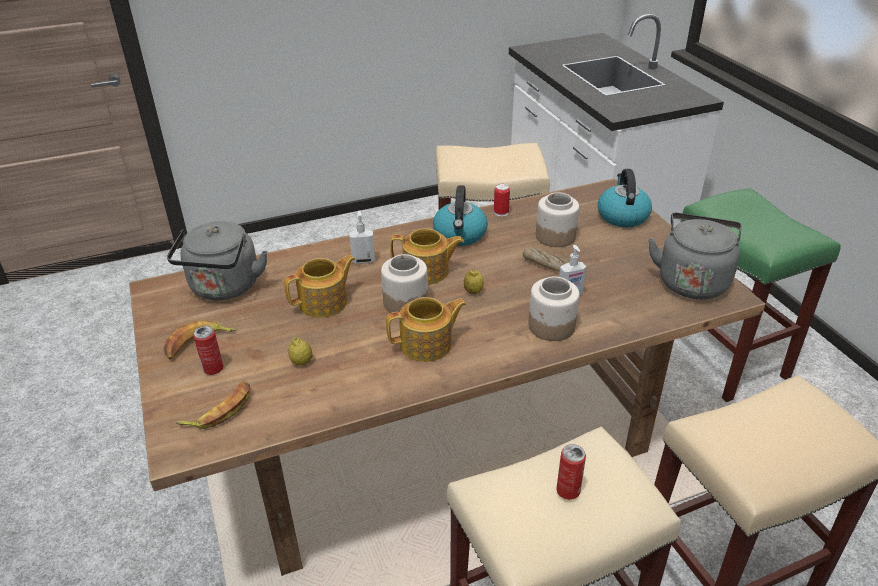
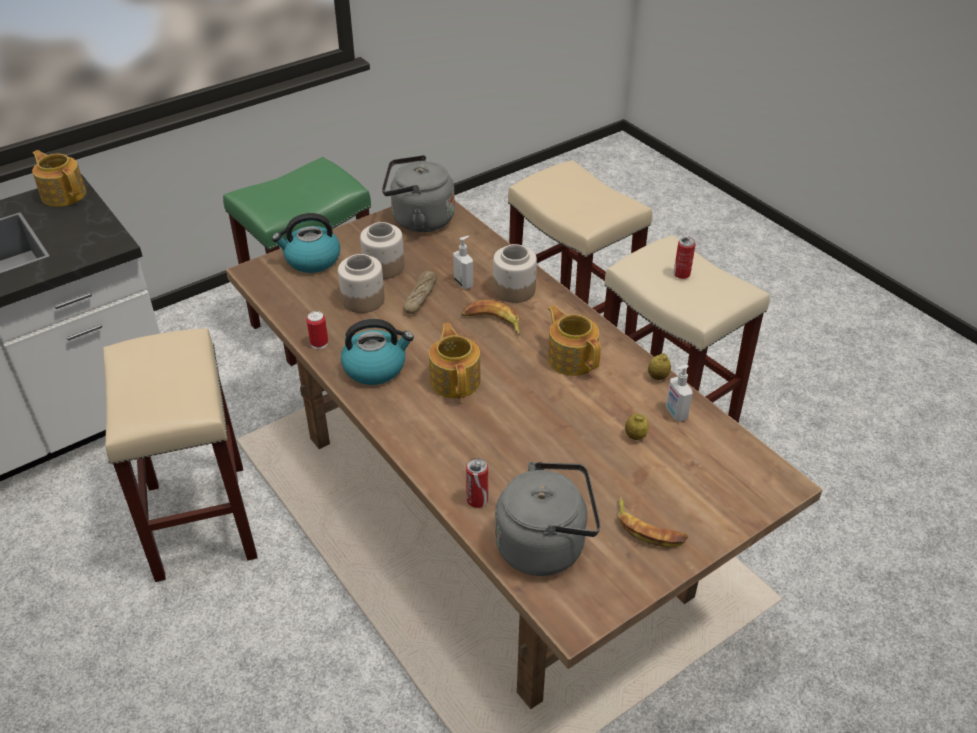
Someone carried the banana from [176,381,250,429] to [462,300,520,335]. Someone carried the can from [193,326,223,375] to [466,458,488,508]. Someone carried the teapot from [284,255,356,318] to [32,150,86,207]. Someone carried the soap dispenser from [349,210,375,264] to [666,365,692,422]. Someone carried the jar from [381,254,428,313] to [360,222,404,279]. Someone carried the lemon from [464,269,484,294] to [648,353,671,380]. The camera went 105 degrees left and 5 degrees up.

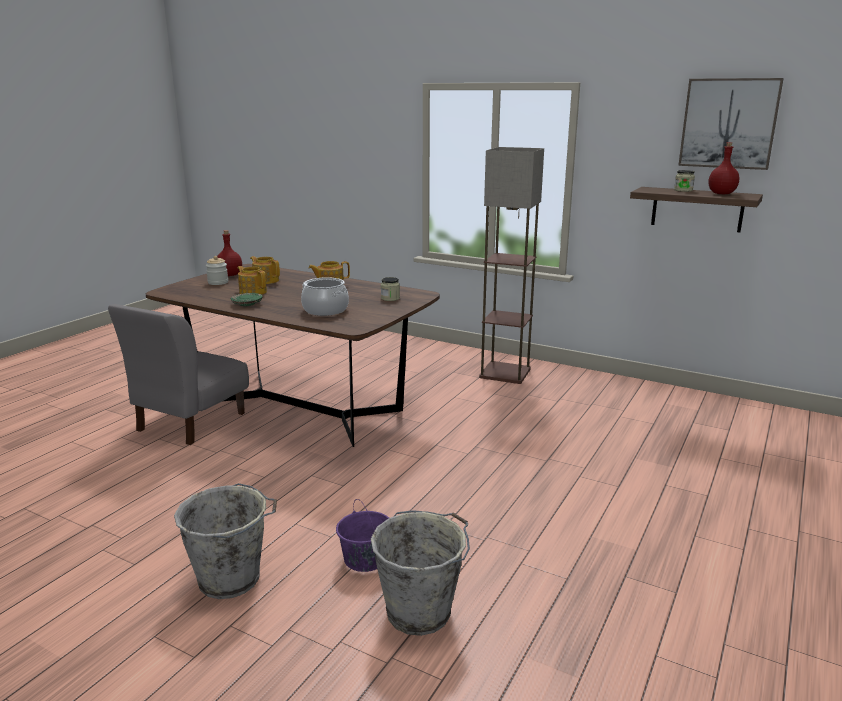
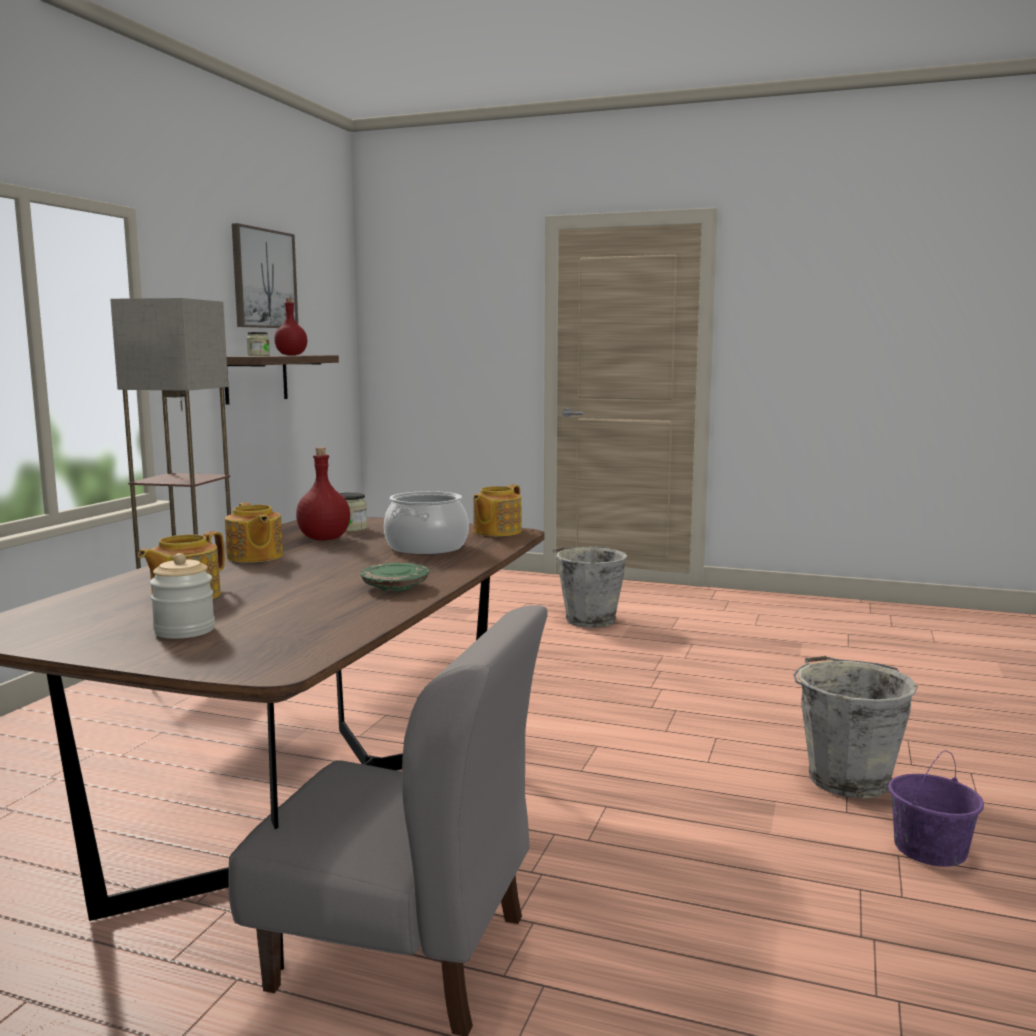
Someone carried the bottle in red from [217,230,242,276] to [296,447,350,541]. Someone carried the teapot from [238,266,267,295] to [473,484,522,536]. Someone carried the bucket in purple from [336,499,389,572] to [888,751,984,867]. Someone carried the bucket in grey from [371,510,470,636] to [553,547,628,628]. The camera went 100 degrees left and 10 degrees down.

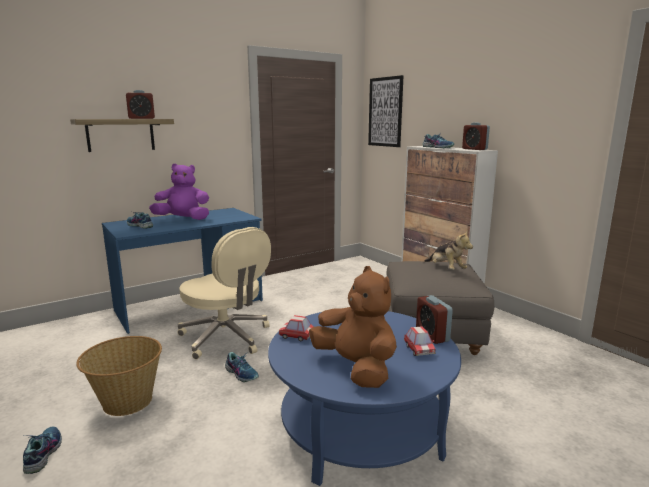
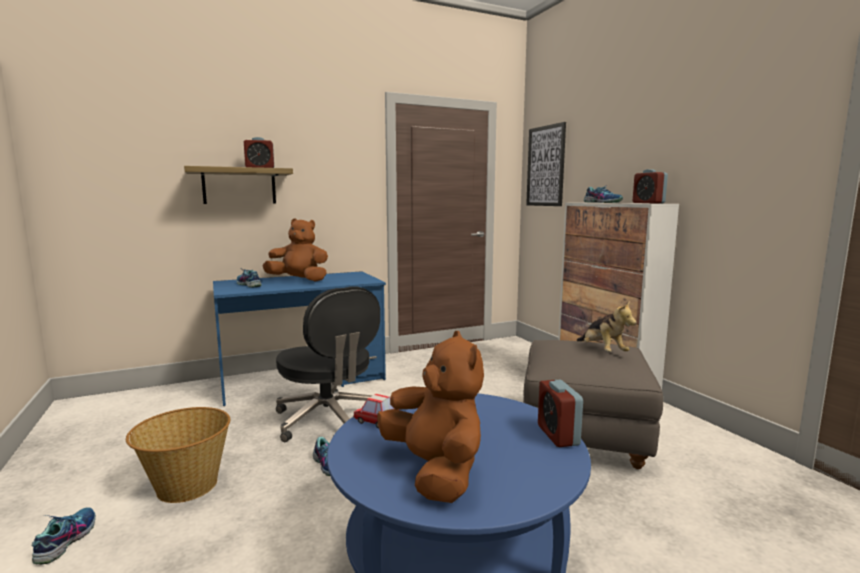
Someone took away the toy car at [404,326,436,356]. Someone repainted the plush toy in purple at [149,163,209,220], which became the plush toy in brown at [263,218,328,282]. Someone repainted the office chair in beige at [178,227,271,359], which became the office chair in black at [276,286,380,442]. The camera went 10 degrees right and 5 degrees down.

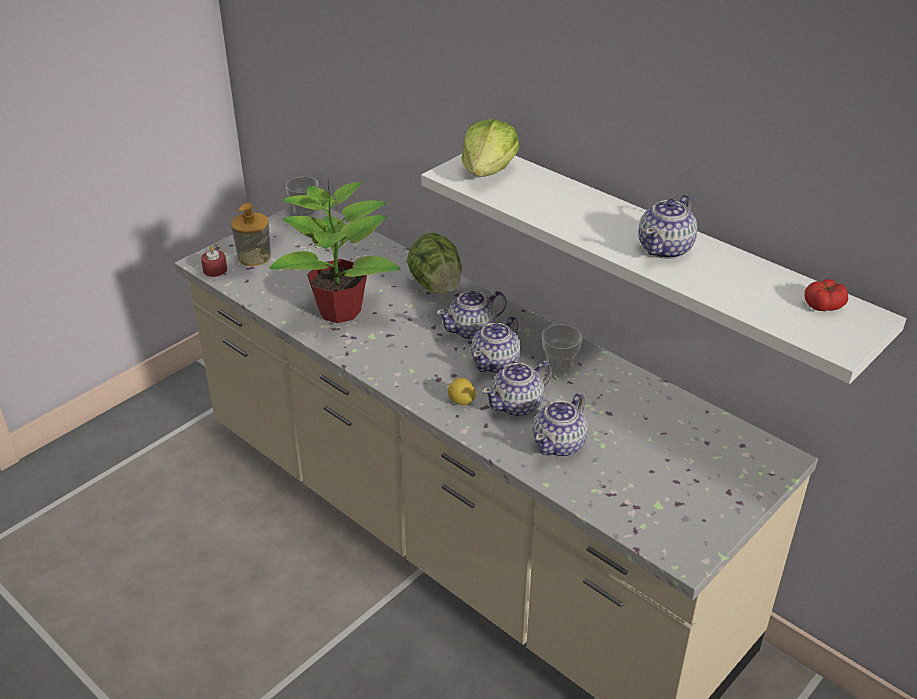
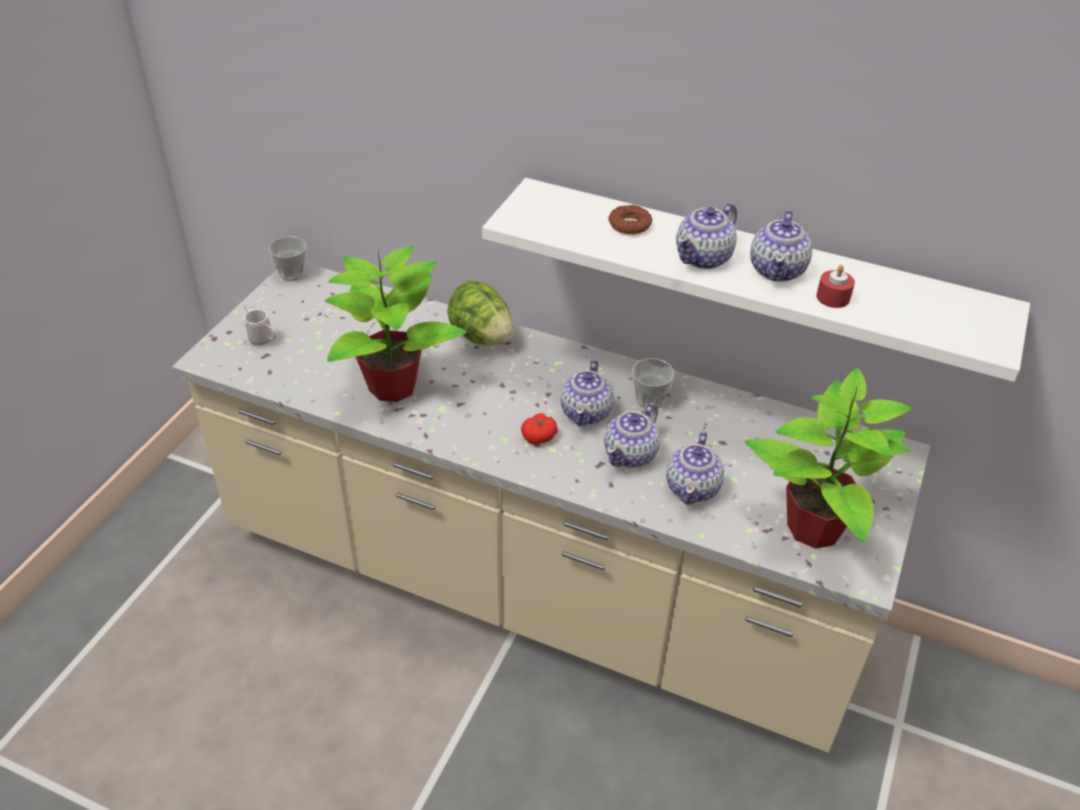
Someone took away the lemon at [448,378,476,405]. Someone took away the lettuce at [461,119,520,177]. Someone put down the donut at [608,205,652,235]. Someone put down the potted plant at [745,368,912,549]. Someone carried the candle in red from [201,246,227,277] to [816,265,855,308]. Someone carried the teapot from [436,291,506,340] to [676,203,737,269]. Someone carried the tomato from [804,279,848,311] to [521,413,558,445]. Someone swapped the soap dispenser at [231,203,271,266] for the mug in white at [243,305,276,346]. The camera went 20 degrees left and 5 degrees up.

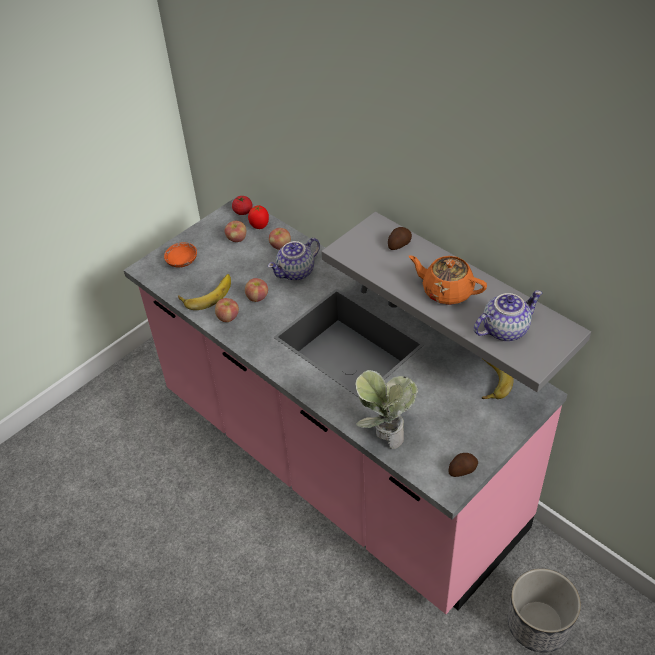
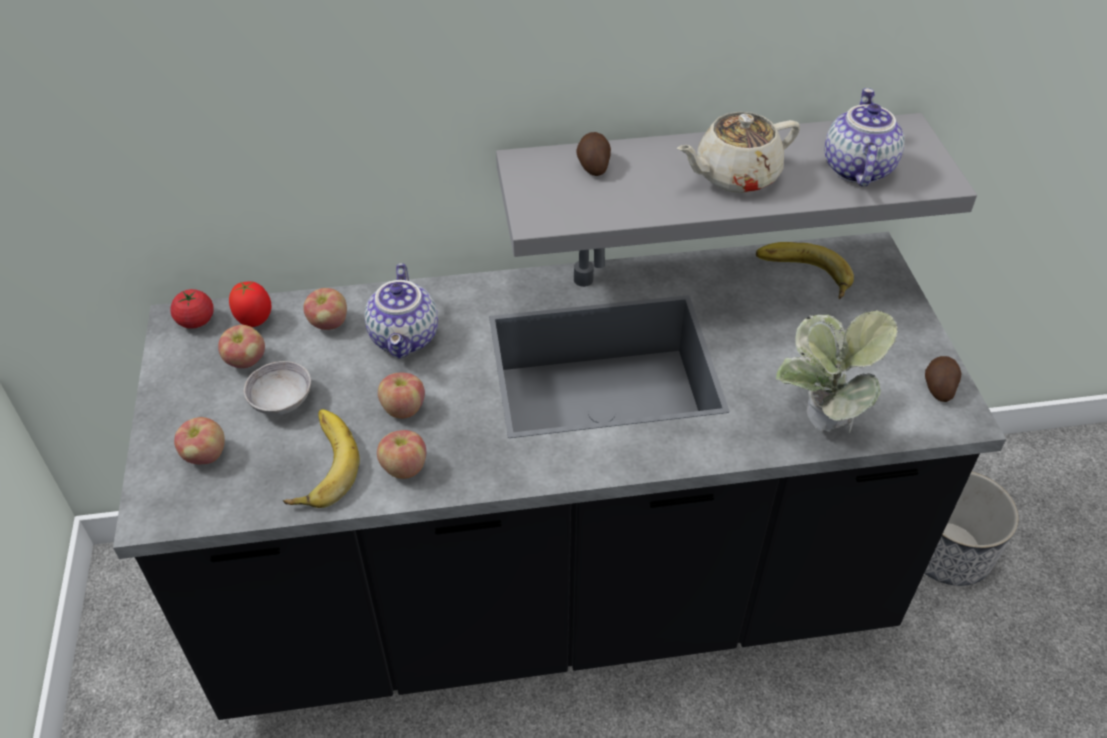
Someone put down the bowl in grey at [243,361,311,415]. Someone swapped the bowl in orange at [164,243,197,268] for the apple at [174,417,225,464]. Someone repainted the counter in pink at [124,195,568,614], which became the counter in black at [113,232,1006,720]. Someone repainted the teapot in orange at [409,255,487,305], which became the teapot in beige at [677,112,800,193]. The camera went 55 degrees left and 0 degrees up.

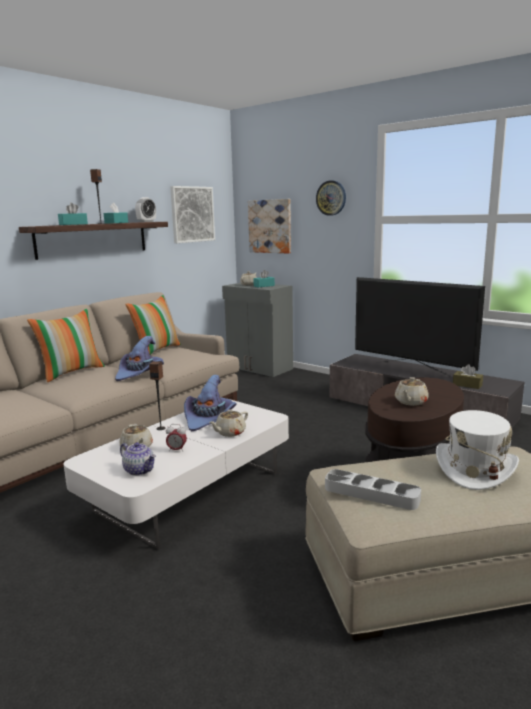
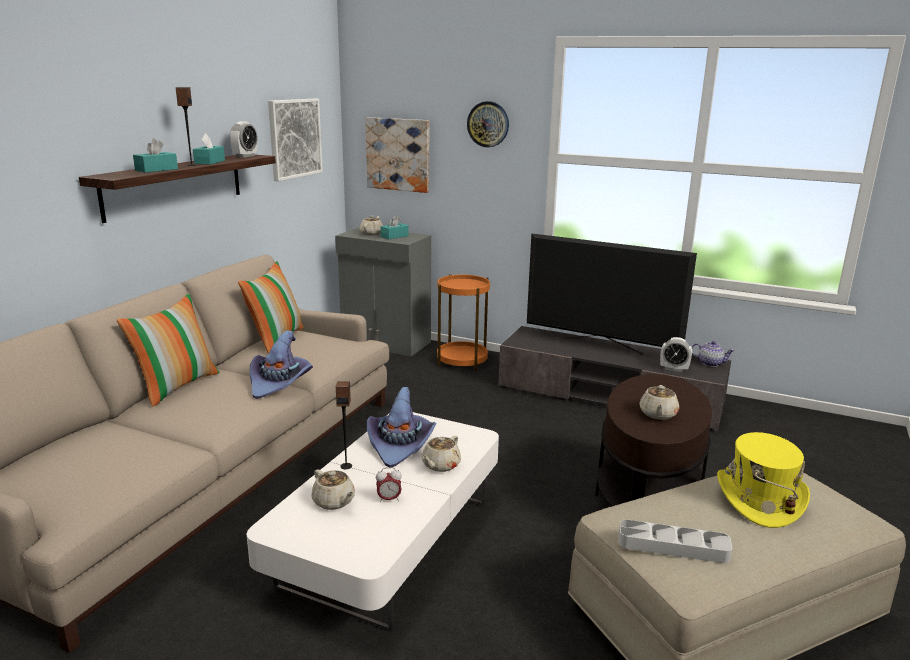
Someone put down the side table in orange at [437,274,490,371]. Someone carried the teapot from [120,442,156,476] to [692,341,735,367]. Someone swapped the tissue box in brown at [453,364,483,389] for the alarm clock at [660,337,692,372]. Someone repainted the hat in white at [436,410,519,490], which became the hat in yellow at [717,432,810,528]. The camera went 15 degrees left and 5 degrees up.

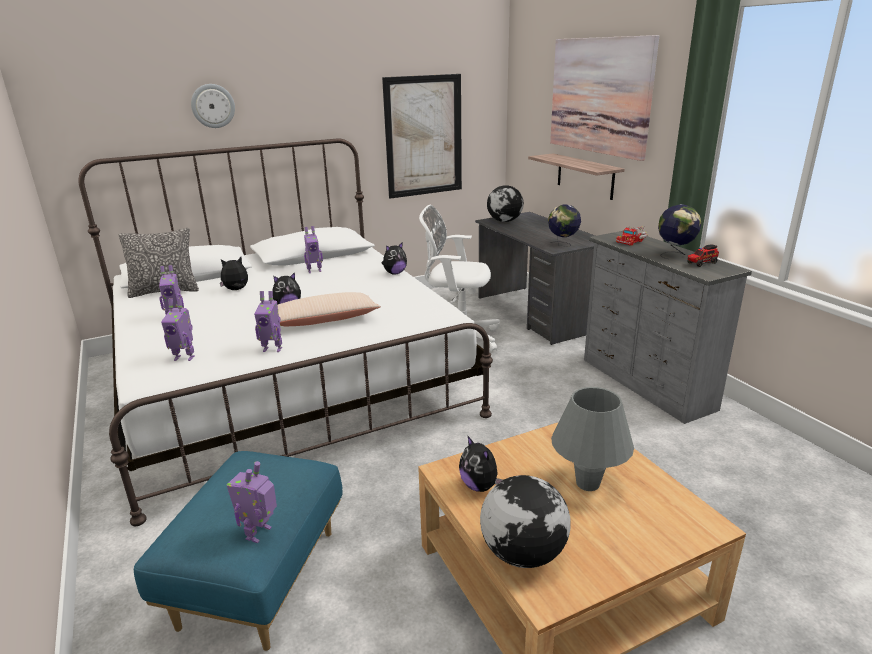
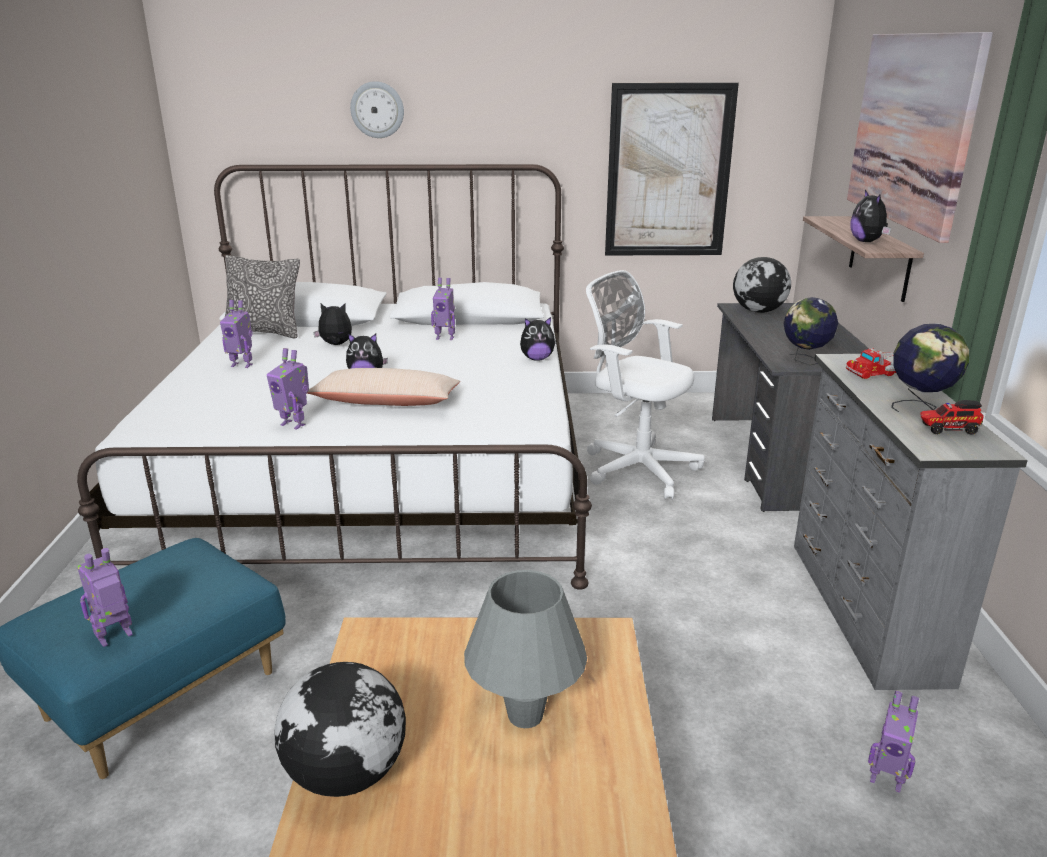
Someone carried the toy robot from [161,298,195,361] to [868,691,919,793]. Someone carried the plush toy from [459,435,504,492] to [851,190,891,242]. The camera went 25 degrees right and 0 degrees up.

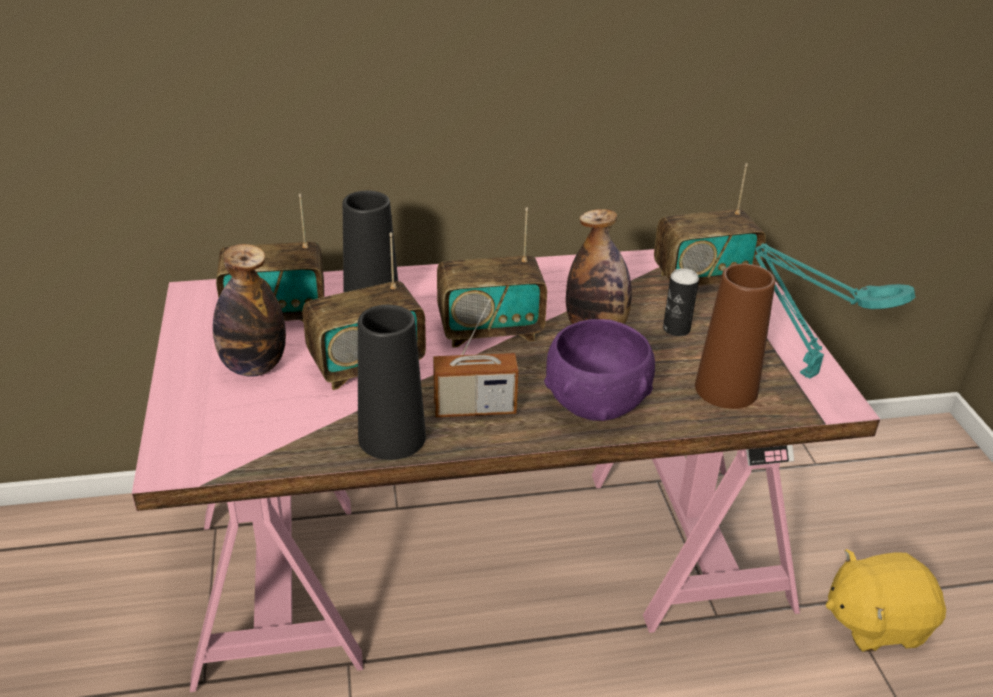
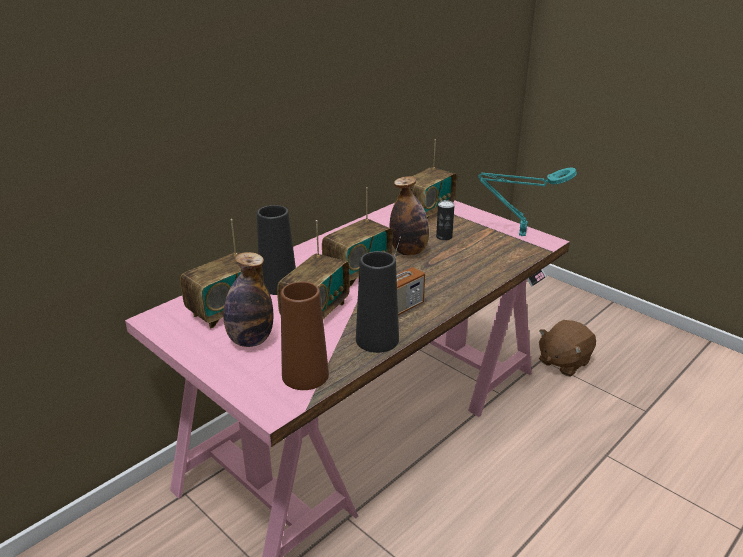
Someone took away the bowl in purple at [544,319,655,421]. Someone carried the vase in brown from [695,264,775,409] to [281,281,329,390]. Someone repainted the plush toy in yellow at [826,549,946,652], which became the plush toy in brown at [539,320,596,377]. The camera went 35 degrees left and 5 degrees down.

